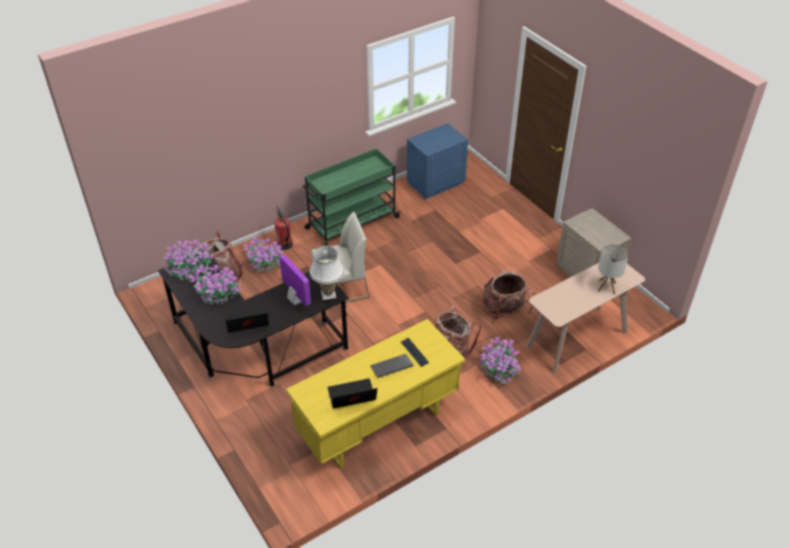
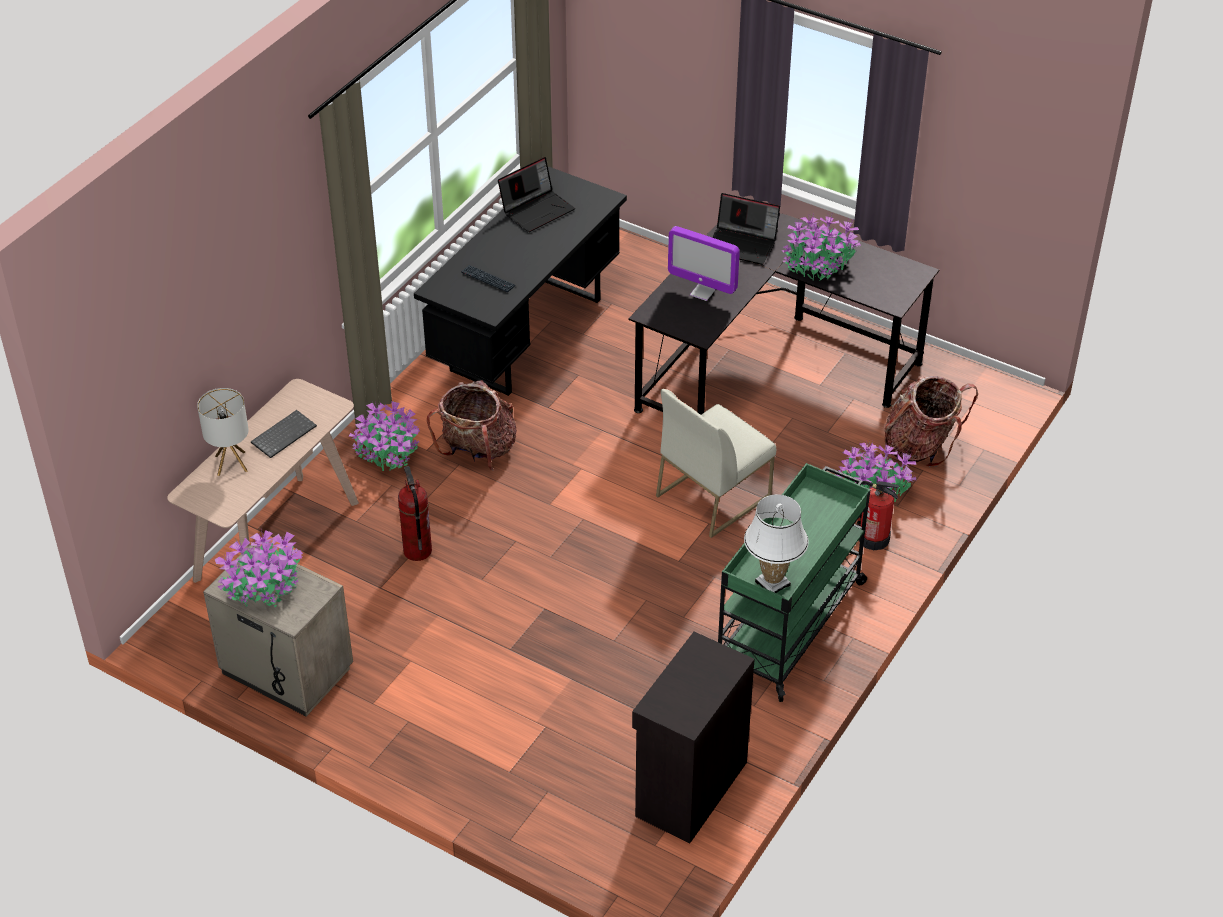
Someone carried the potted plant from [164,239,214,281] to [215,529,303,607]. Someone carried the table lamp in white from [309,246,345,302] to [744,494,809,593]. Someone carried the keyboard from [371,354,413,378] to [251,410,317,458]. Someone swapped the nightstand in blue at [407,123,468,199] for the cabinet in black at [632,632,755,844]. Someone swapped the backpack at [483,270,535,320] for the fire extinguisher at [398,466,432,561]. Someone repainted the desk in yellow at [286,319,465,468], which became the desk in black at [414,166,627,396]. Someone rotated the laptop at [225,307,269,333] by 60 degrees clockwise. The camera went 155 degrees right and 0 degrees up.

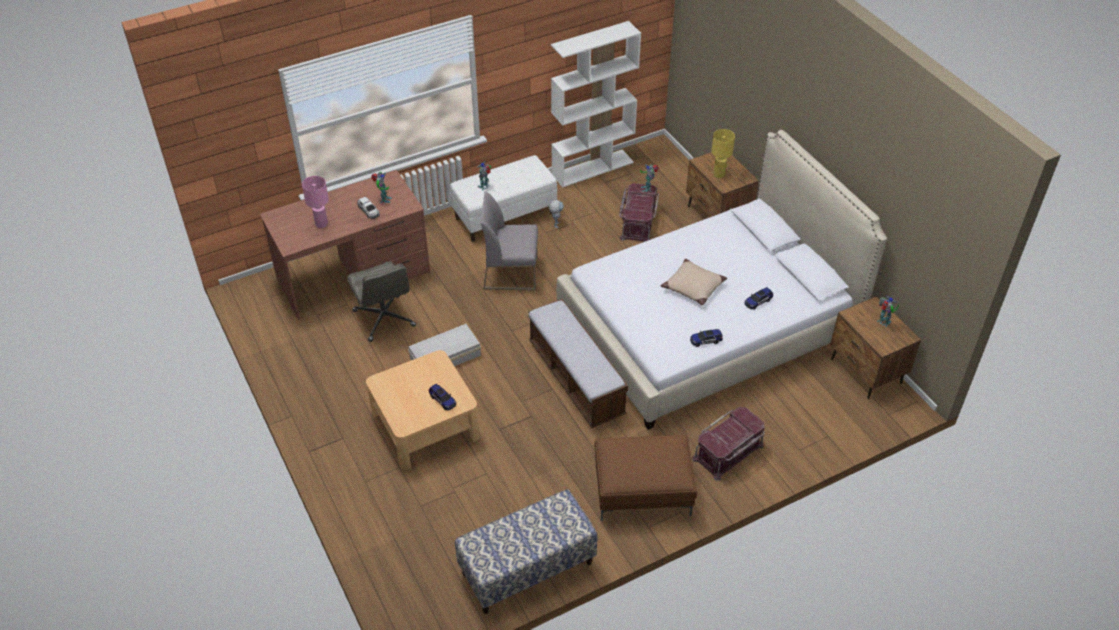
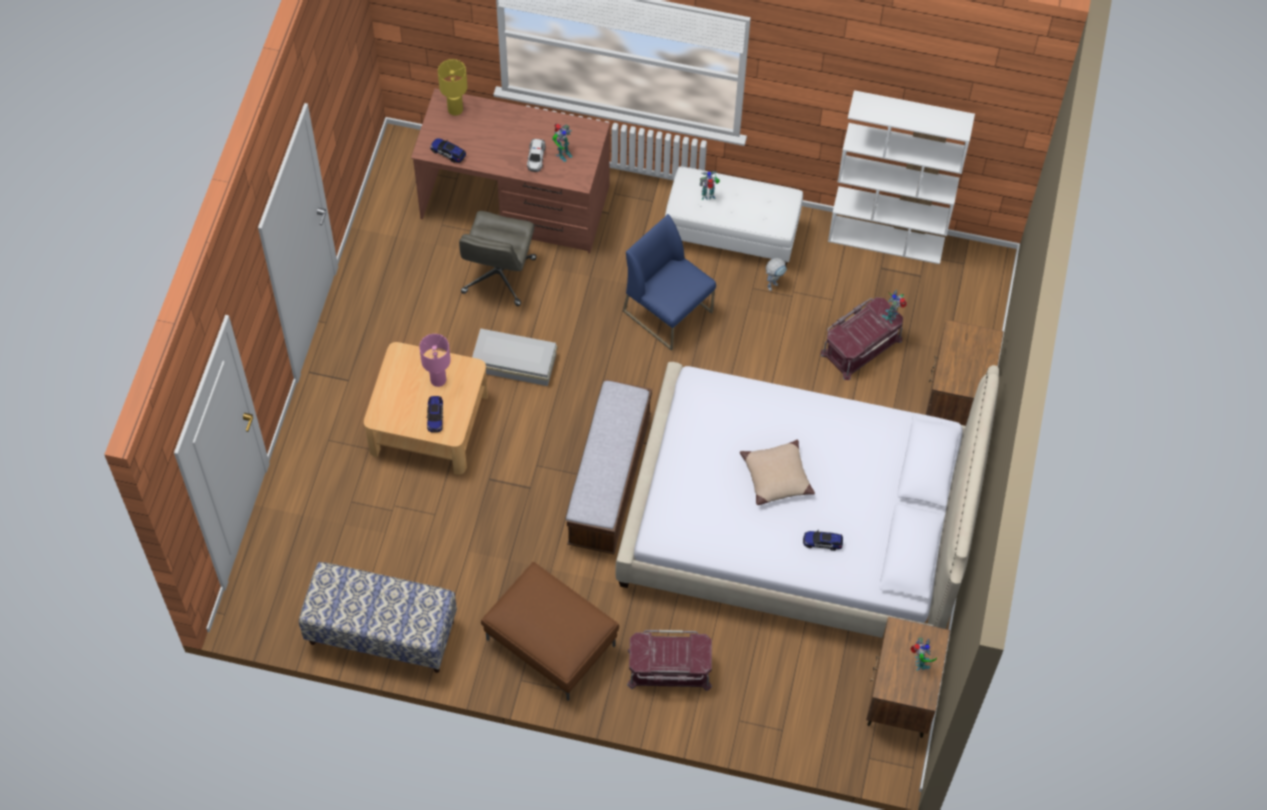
Someone carried the table lamp in pink from [302,176,329,228] to [419,334,451,387]. Someone carried the toy car from [690,329,723,347] to [430,138,466,163]. Someone carried the table lamp in yellow from [711,129,735,178] to [438,59,467,116]. Someone repainted the chair in grey at [481,191,538,291], which became the chair in blue at [623,214,716,351]. The camera went 40 degrees right and 15 degrees up.

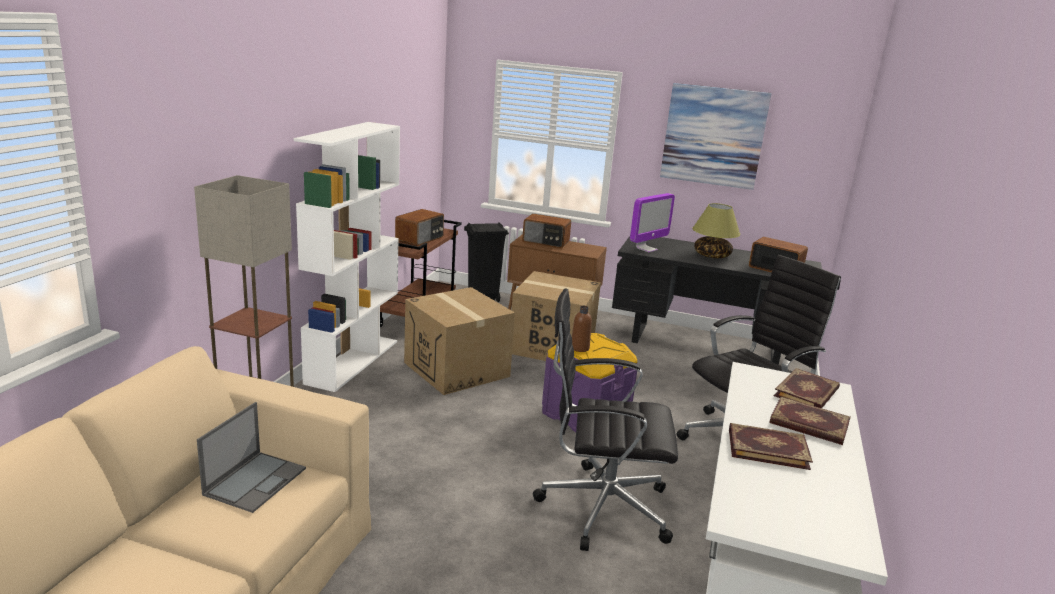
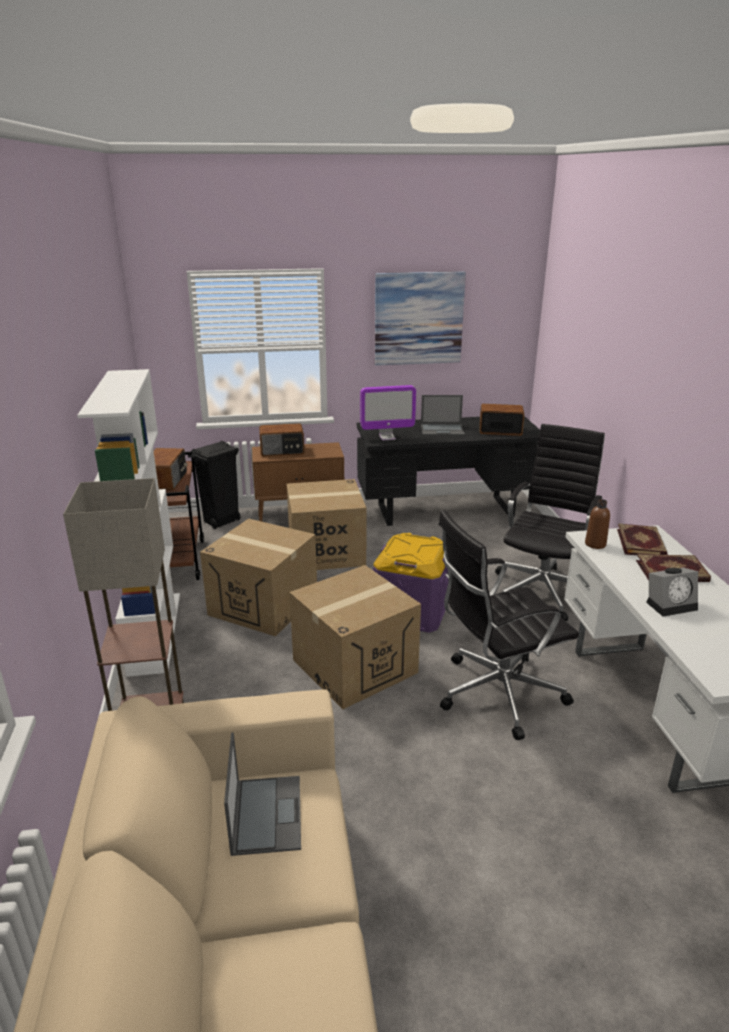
Someone put down the cardboard box at [289,565,421,709]. Someone carried the bottle in brown from [572,306,592,352] to [585,499,610,549]. Someone swapped the table lamp at [692,203,740,258] for the laptop at [421,395,465,435]. Someone swapped the book at [729,423,813,470] for the alarm clock at [646,568,698,617]. Someone rotated the monitor at [630,193,675,252] by 60 degrees clockwise. The camera went 25 degrees left and 5 degrees up.

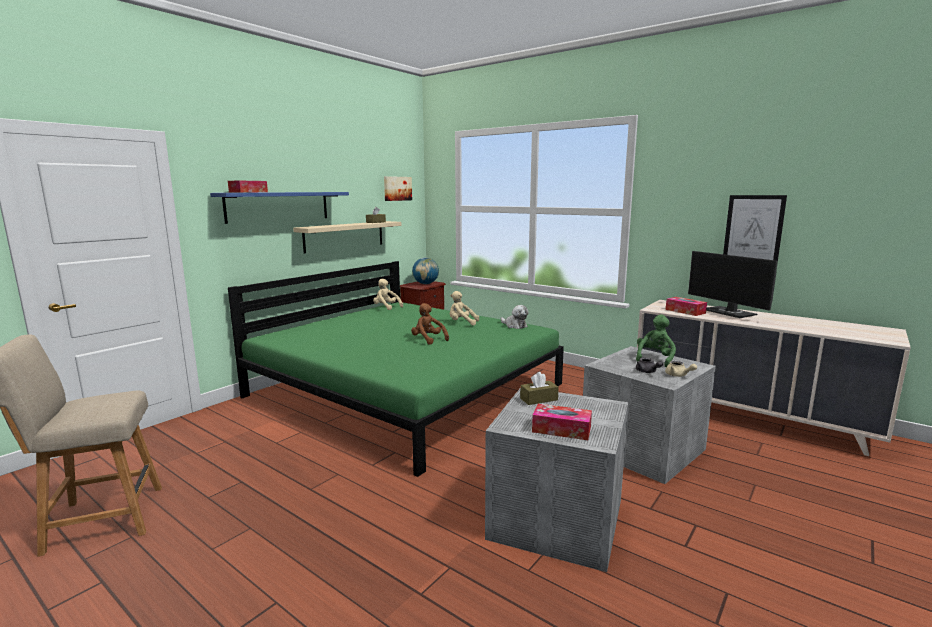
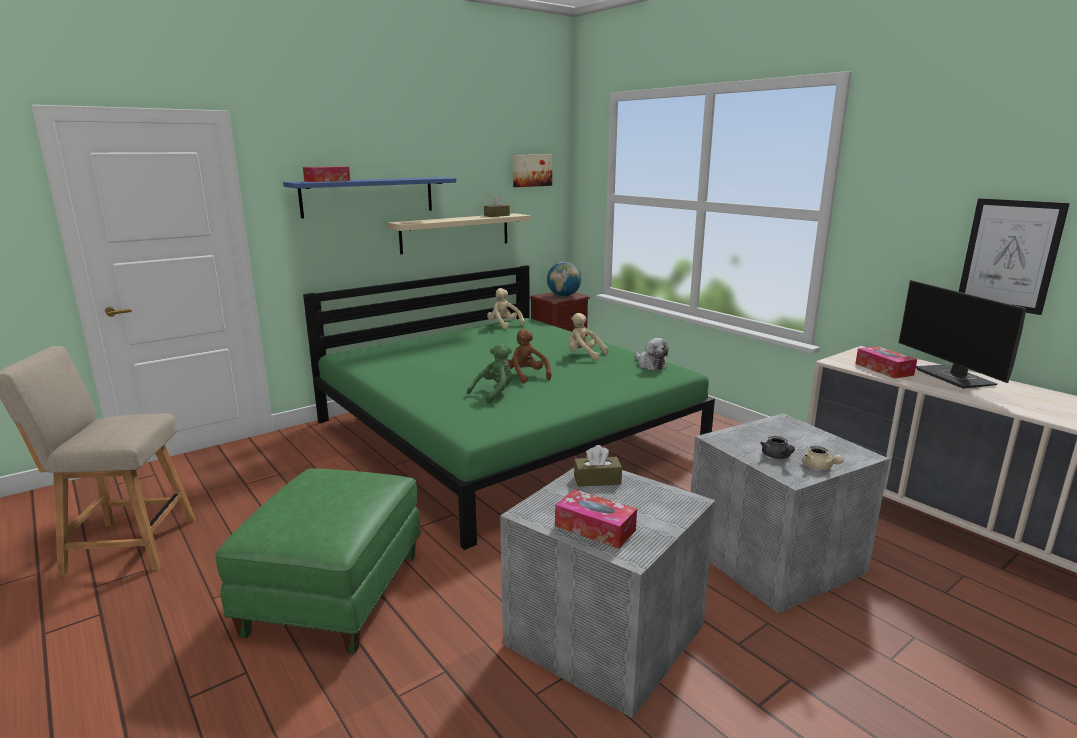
Someone put down the ottoman in green at [215,468,421,654]. Someone carried the plush toy in green from [636,314,676,367] to [467,343,513,404]. The camera went 15 degrees right and 5 degrees up.

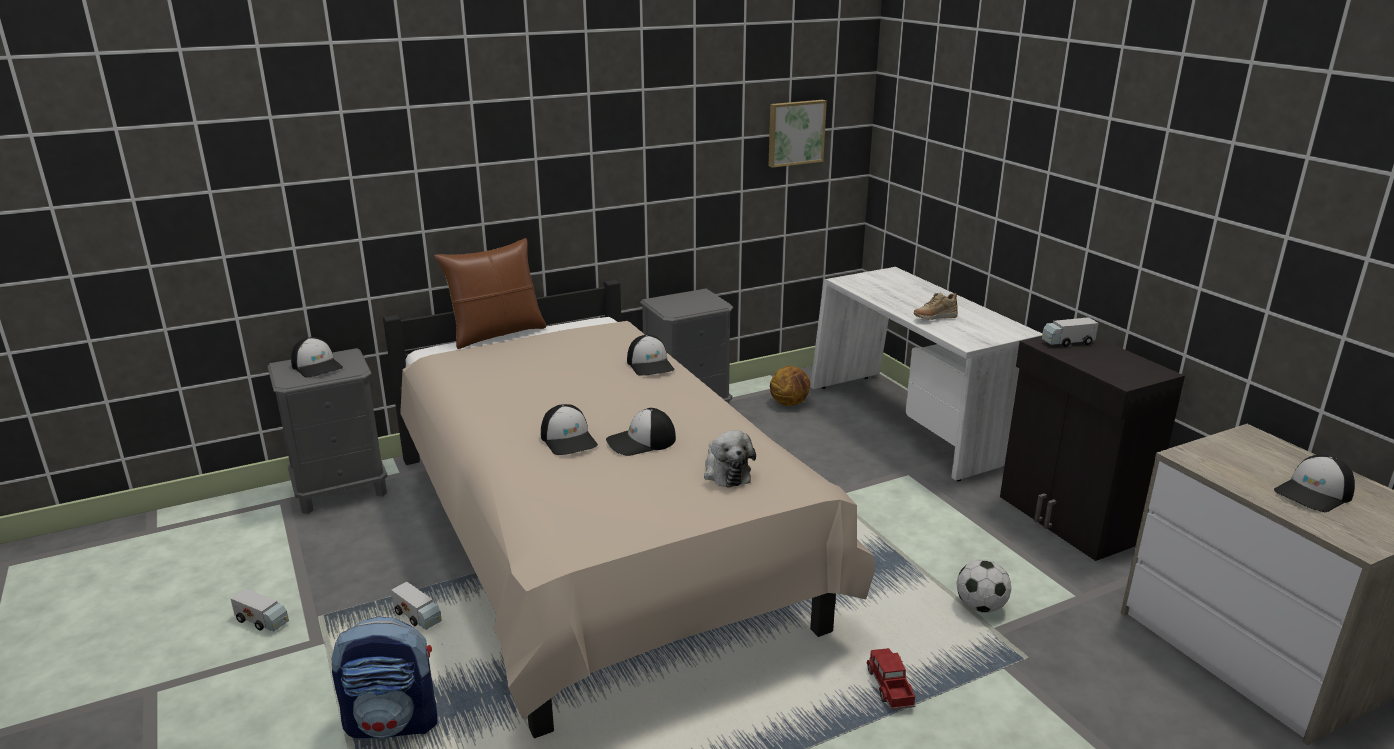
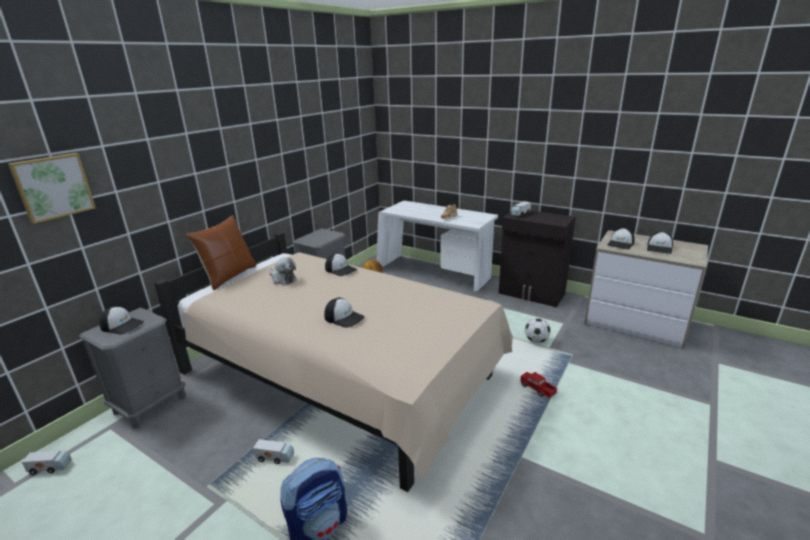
Someone carried the toy truck from [230,588,289,631] to [22,451,72,475]. Someone carried the cap from [606,408,676,456] to [607,228,634,249]. Someone carried the plush toy from [704,430,756,488] to [269,257,297,285]. Someone carried the picture from [768,100,827,168] to [8,153,96,224]. The camera went 30 degrees left and 0 degrees up.

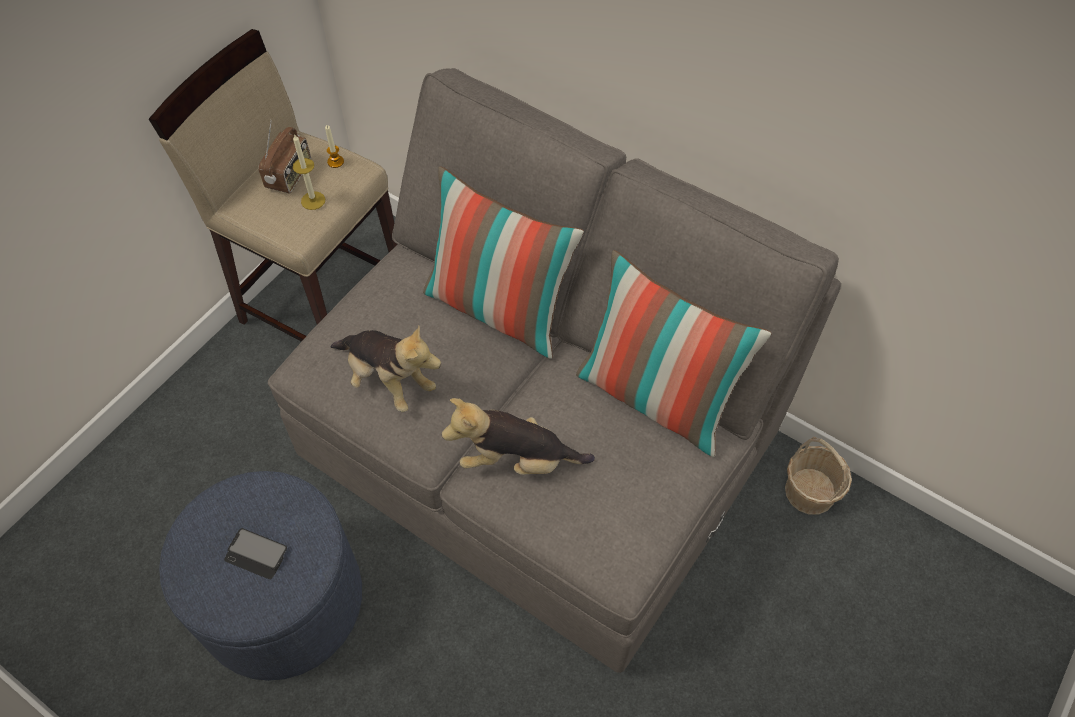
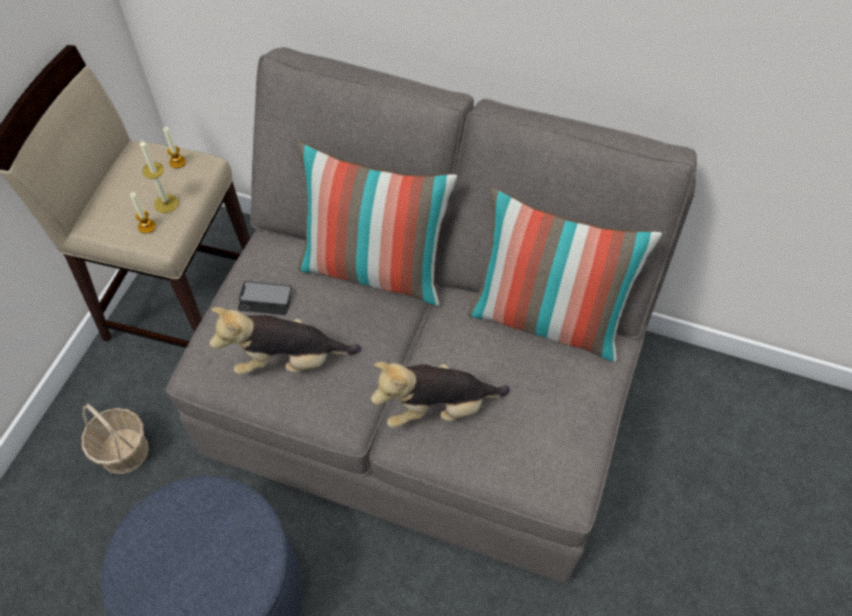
Someone took away the radio at [258,120,311,193]. Someone put down the candle at [130,192,156,234]. Someone carried the phone from [224,528,287,579] to [238,281,292,315]. Someone carried the basket from [785,437,852,515] to [81,403,149,474]. Someone rotated the plush toy at [330,326,441,412] by 150 degrees clockwise. The camera went 15 degrees left and 0 degrees up.

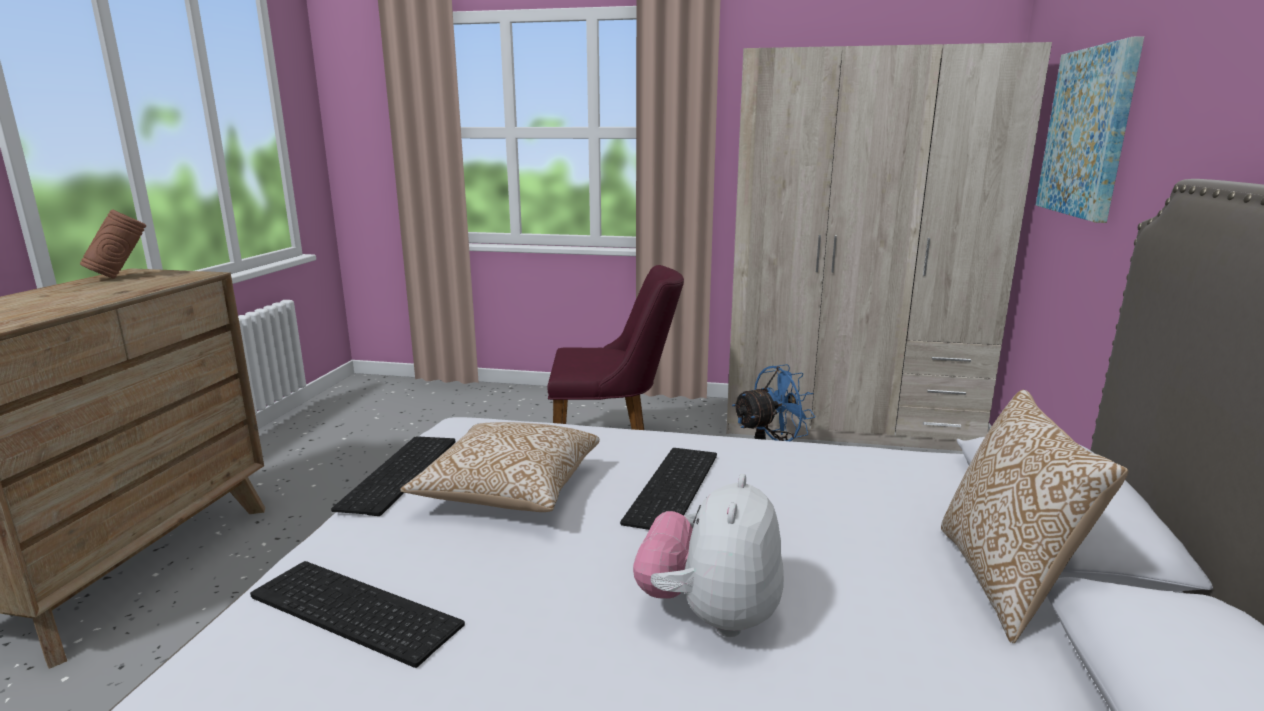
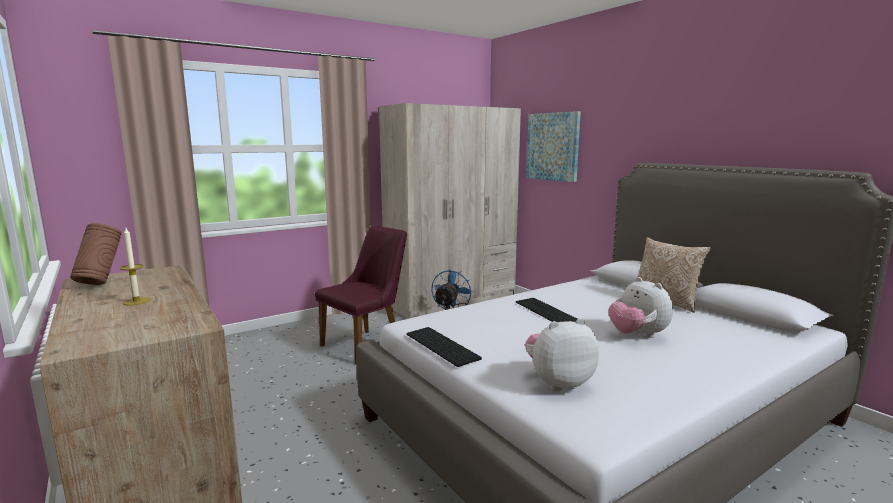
Someone took away the pillow at [400,422,600,512]. Someone put down the candle at [120,228,150,305]. Someone swapped the keyboard at [250,561,465,668] for the plush toy at [525,318,599,392]. The camera went 45 degrees left and 5 degrees down.

